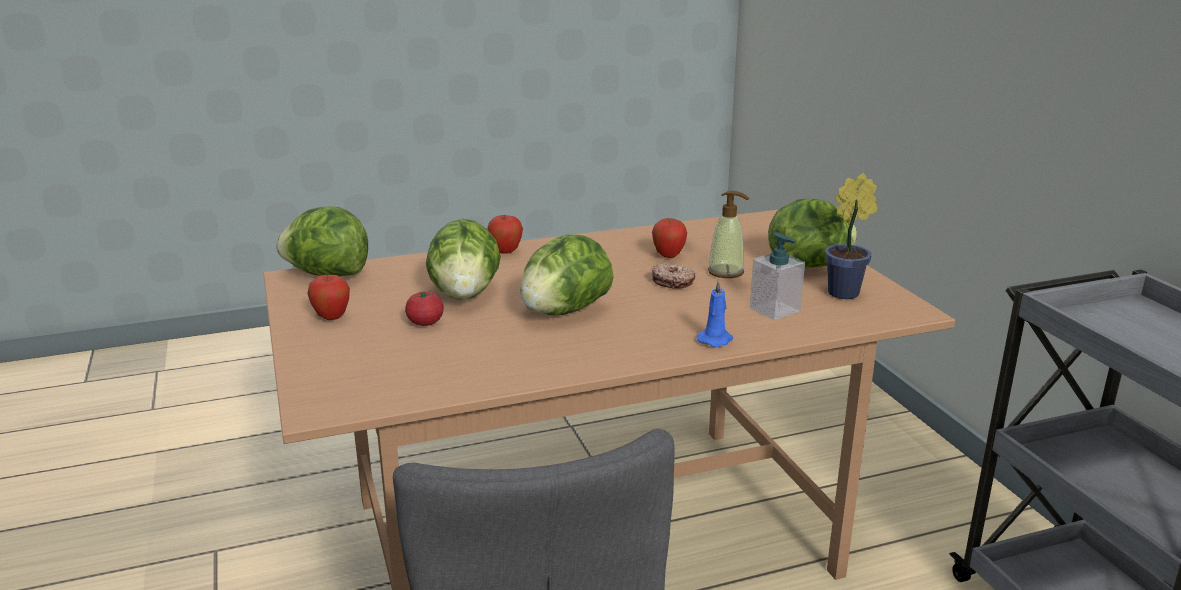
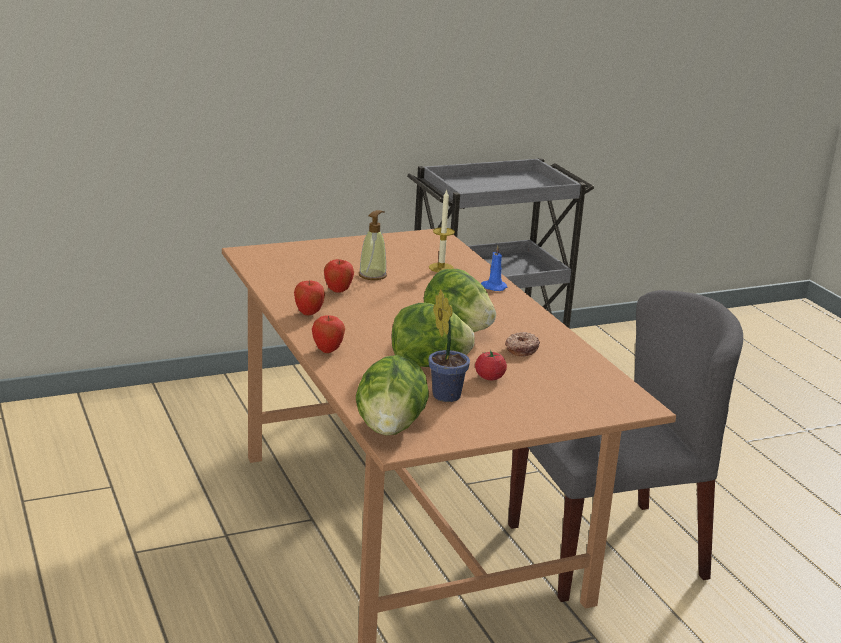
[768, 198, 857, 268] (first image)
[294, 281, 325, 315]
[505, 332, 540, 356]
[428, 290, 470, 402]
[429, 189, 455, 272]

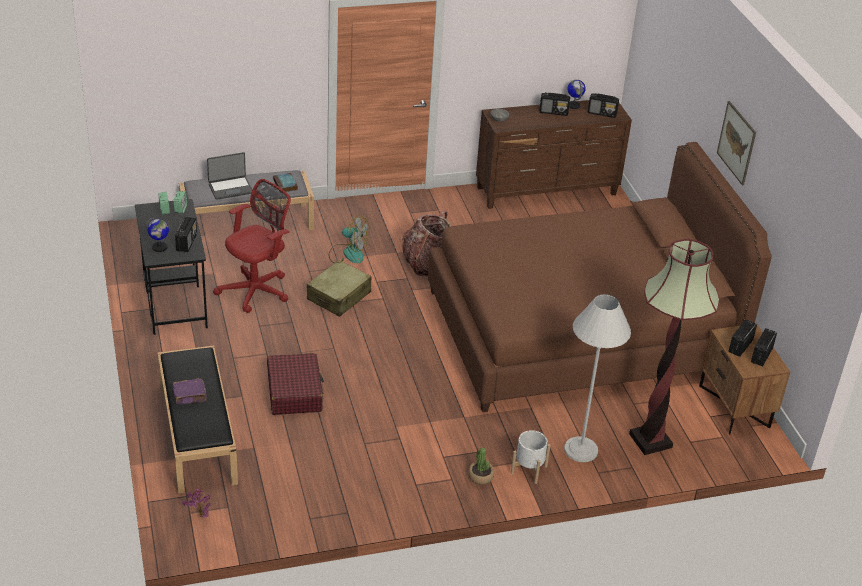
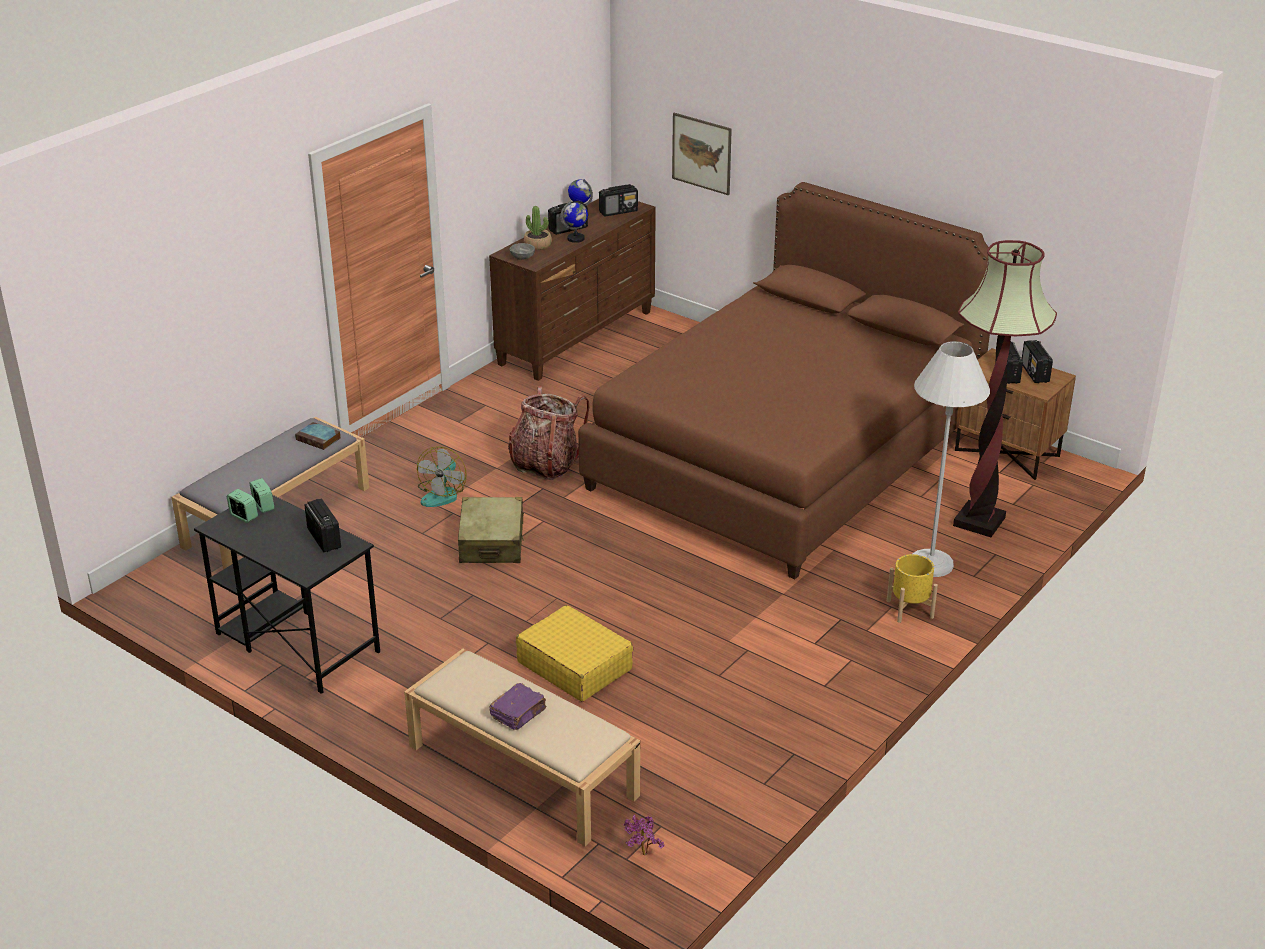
[207, 152, 253, 200] (first image)
[213, 179, 291, 313] (first image)
[560, 201, 588, 243]
[524, 206, 552, 250]
[672, 113, 732, 195]
[404, 649, 640, 846]
[516, 605, 633, 701]
[887, 554, 938, 623]
[417, 446, 467, 507]

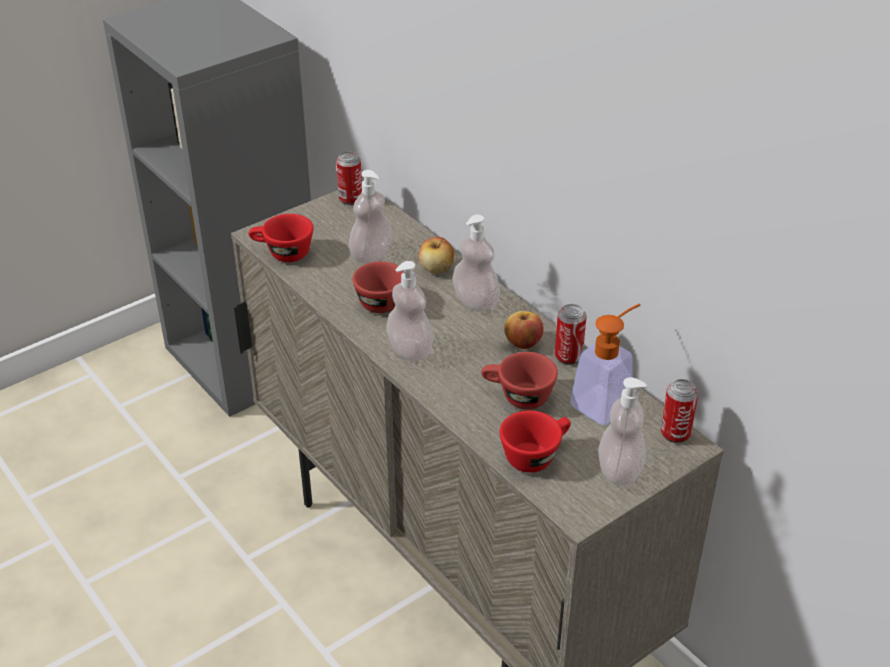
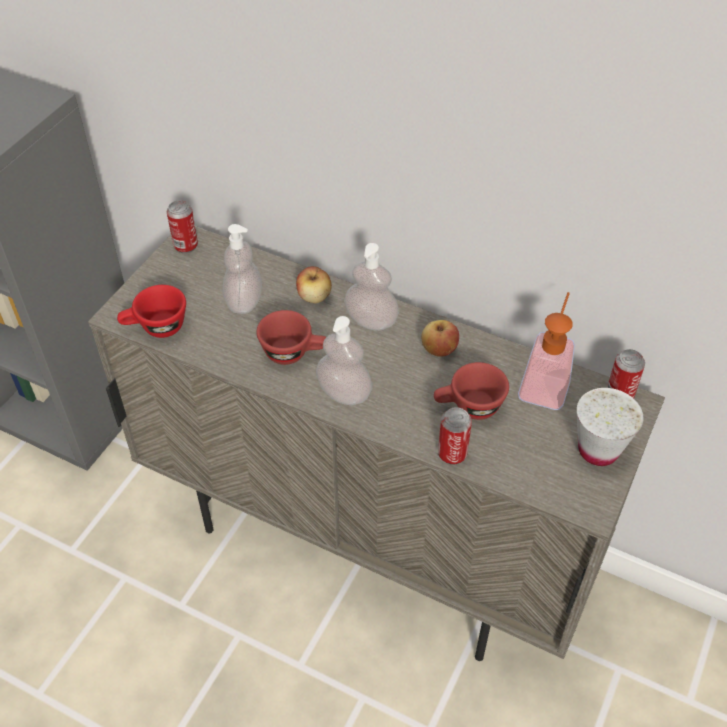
[500, 411, 571, 473] (first image)
[438, 407, 472, 465]
[577, 388, 643, 466]

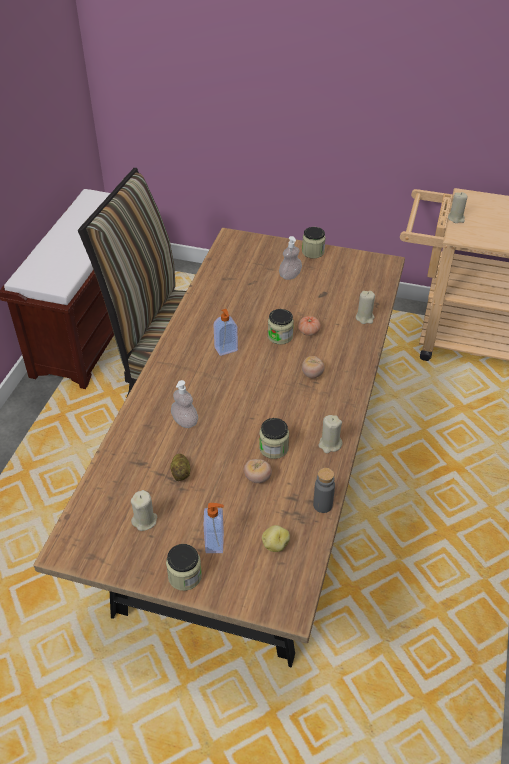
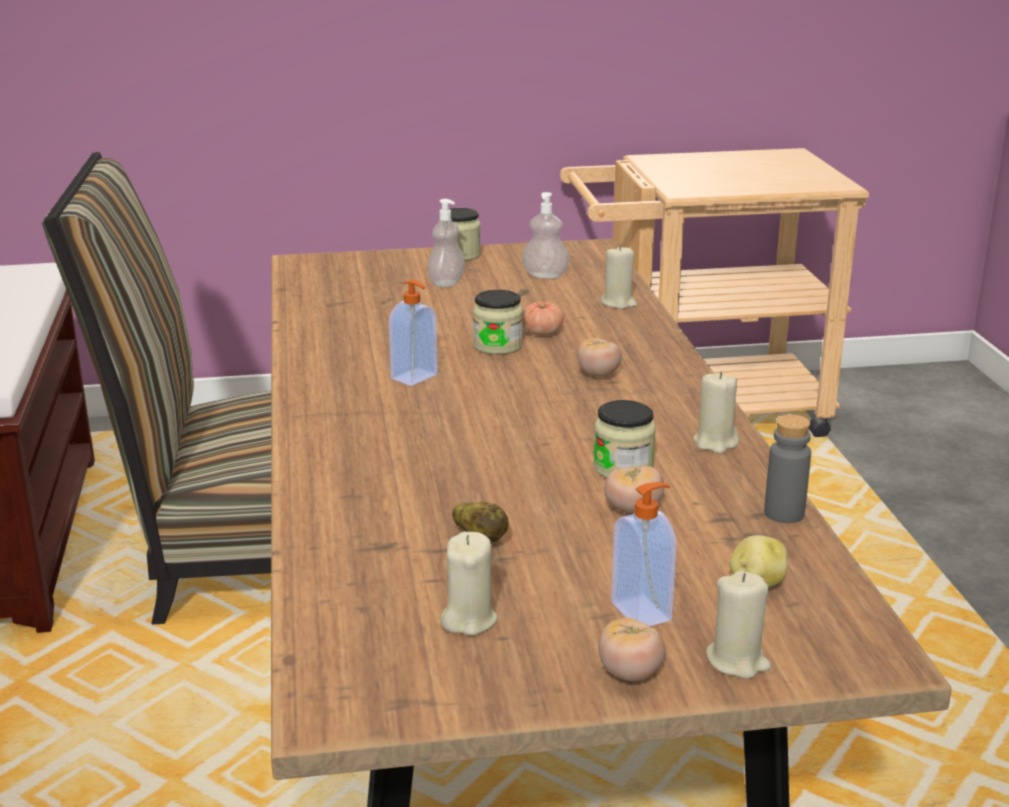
[522, 192, 570, 279]
[706, 571, 771, 679]
[598, 617, 665, 681]

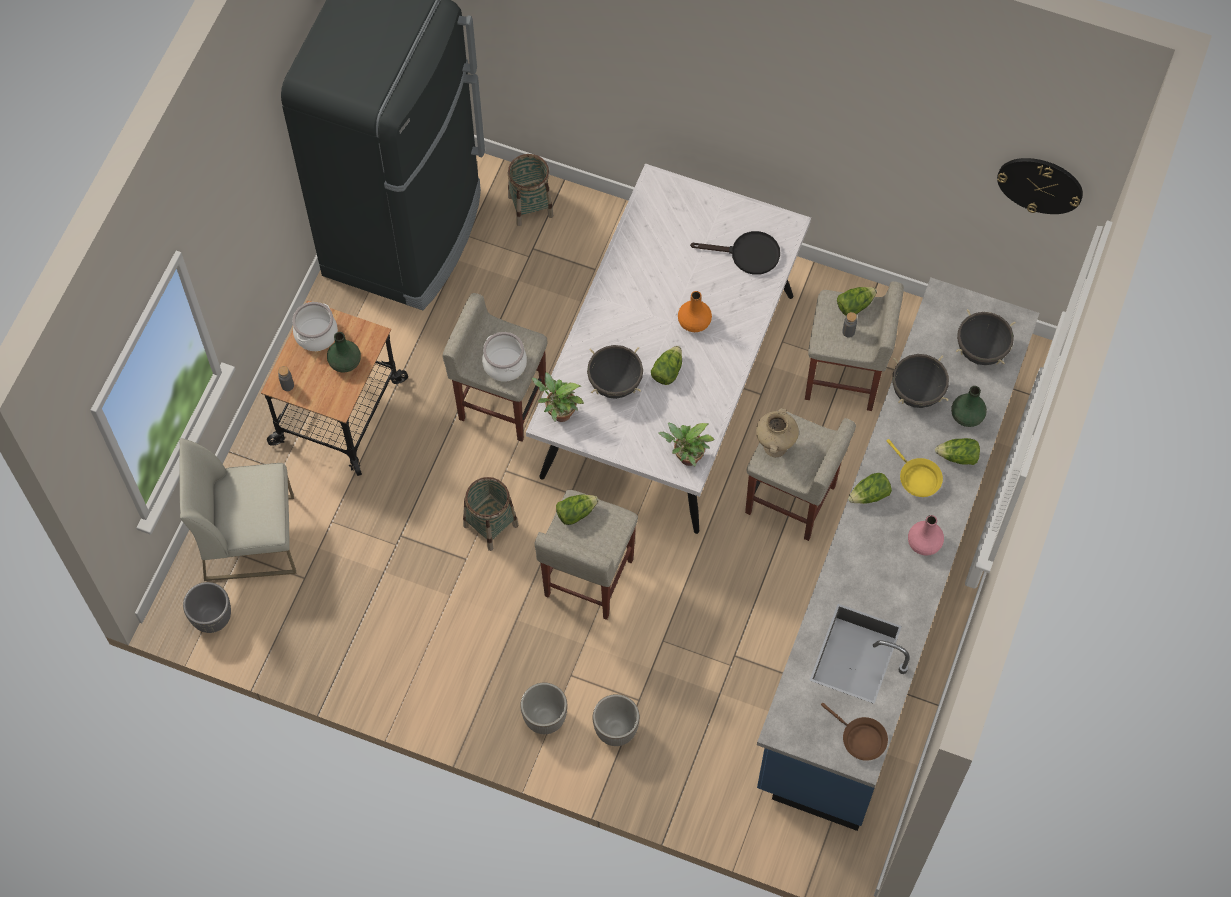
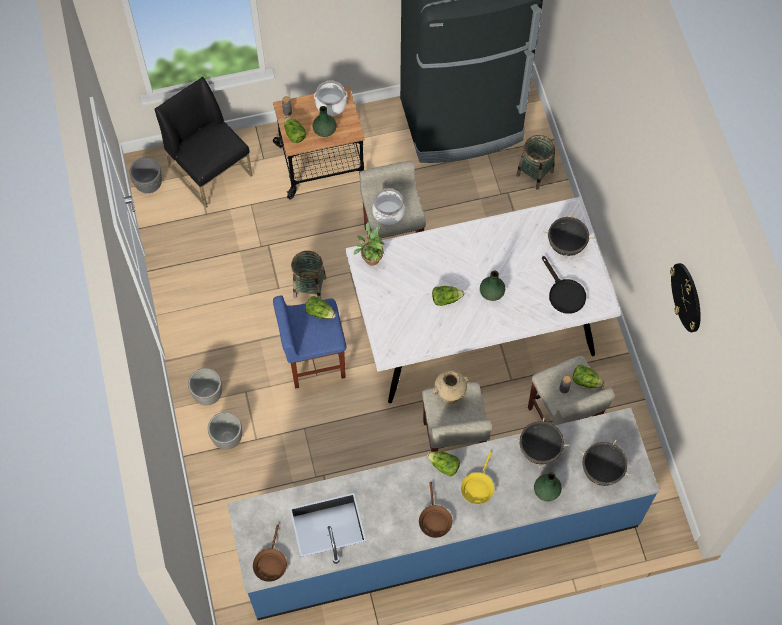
[658, 423, 715, 466] (first image)
[543, 213, 594, 258]
[284, 117, 306, 143]
[670, 263, 701, 332]
[419, 482, 452, 538]
[155, 77, 253, 208]
[273, 295, 346, 389]
[480, 271, 505, 301]

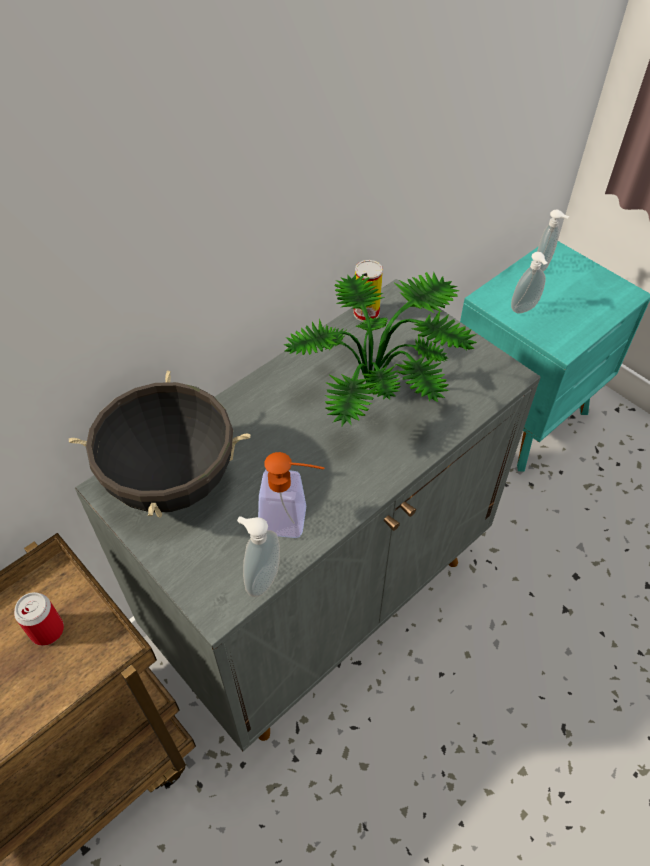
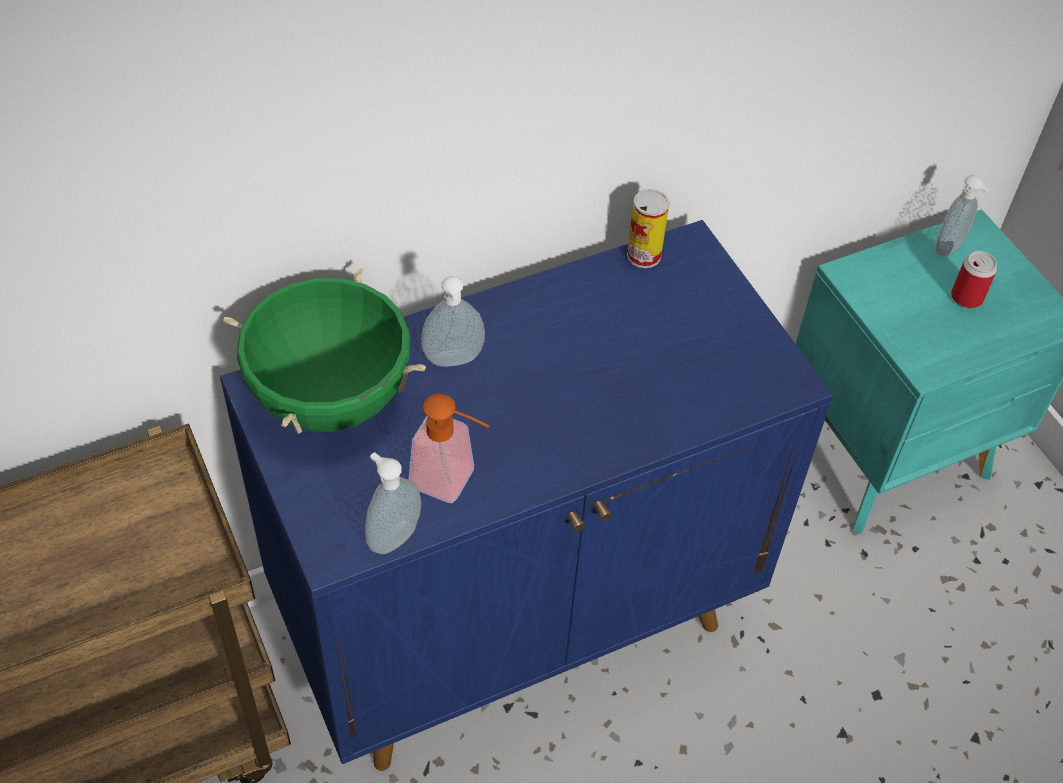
[283, 272, 477, 426] (first image)
[951, 251, 997, 308]
[421, 276, 485, 367]
[223, 267, 426, 434]
[220, 220, 833, 771]

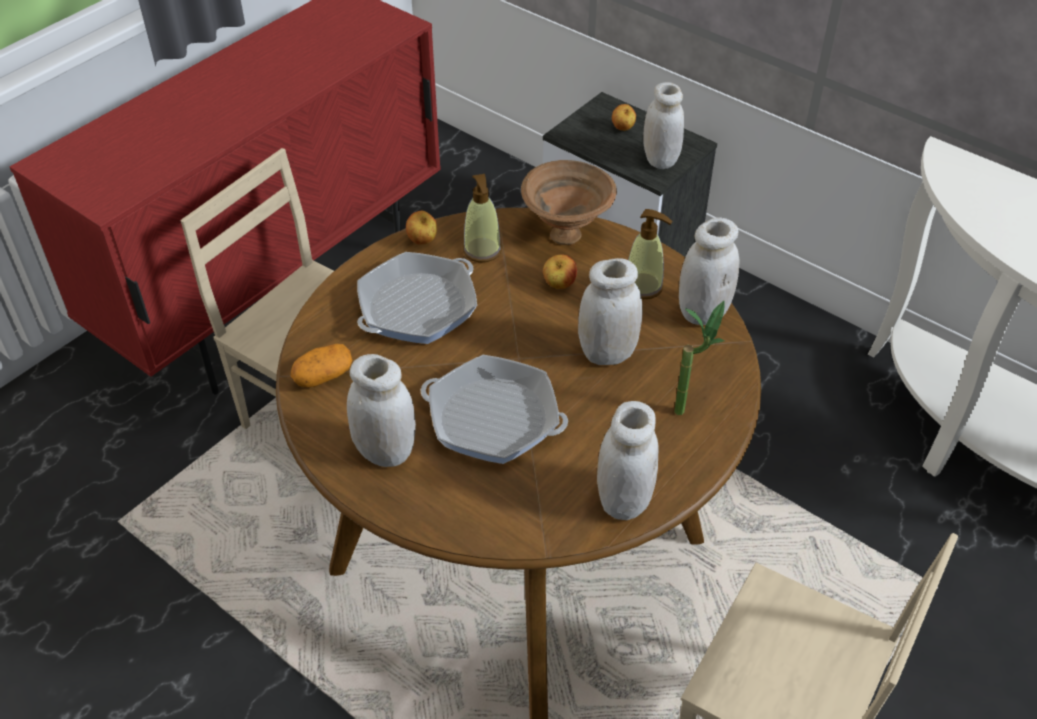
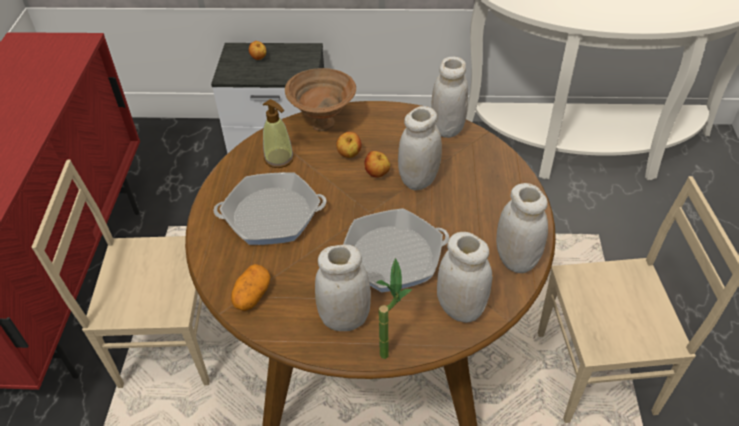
[628, 209, 673, 299] (first image)
[364, 151, 390, 178]
[437, 232, 492, 323]
[376, 258, 412, 359]
[214, 172, 327, 245]

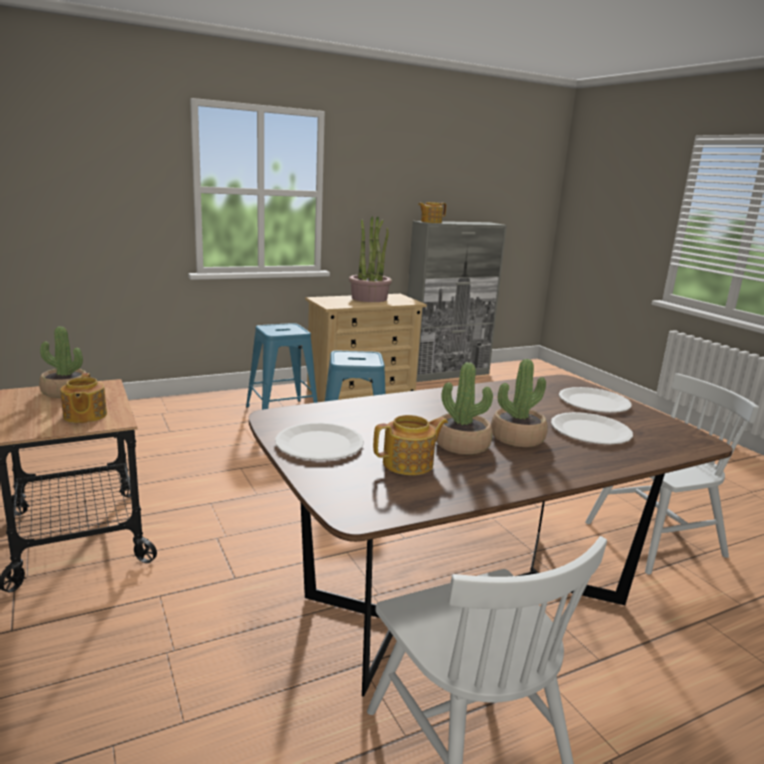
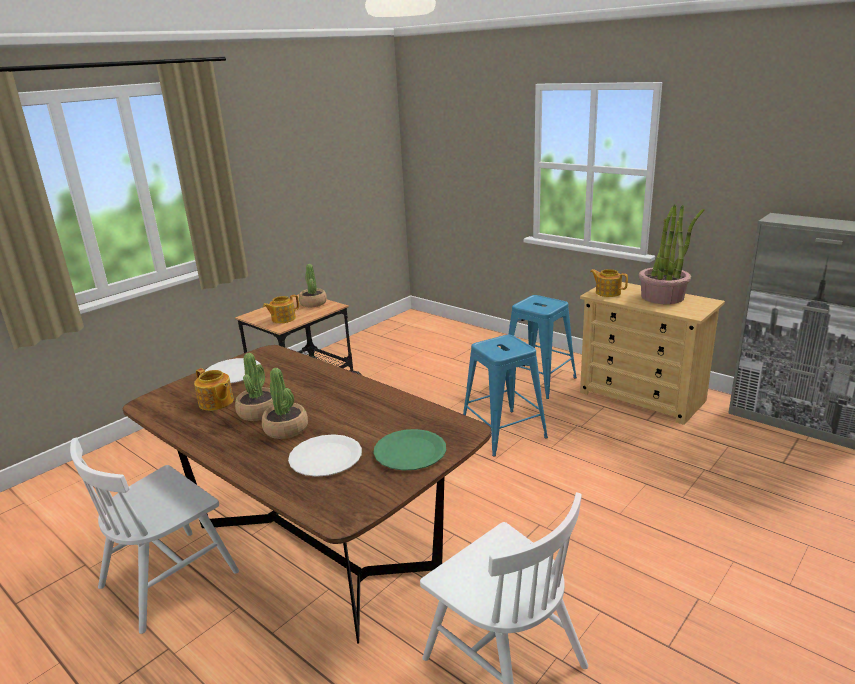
[590, 269, 628, 297]
[374, 429, 446, 471]

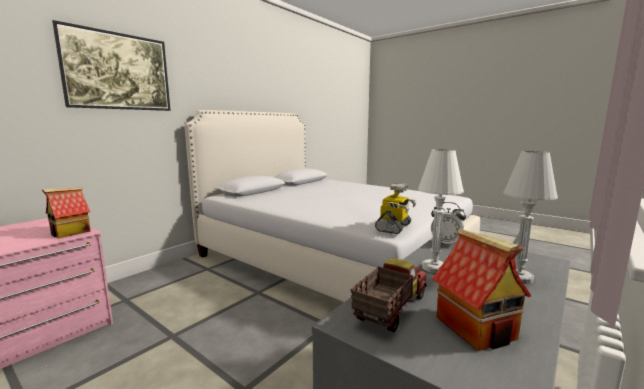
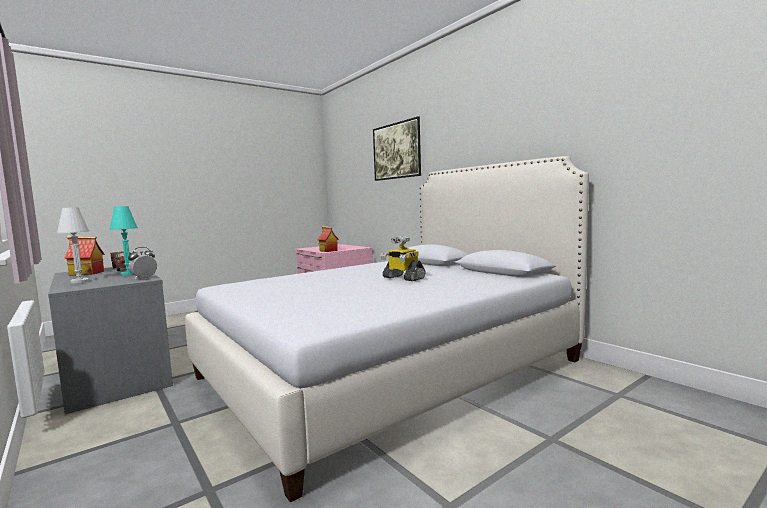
[380, 236, 426, 281]
[110, 206, 138, 276]

